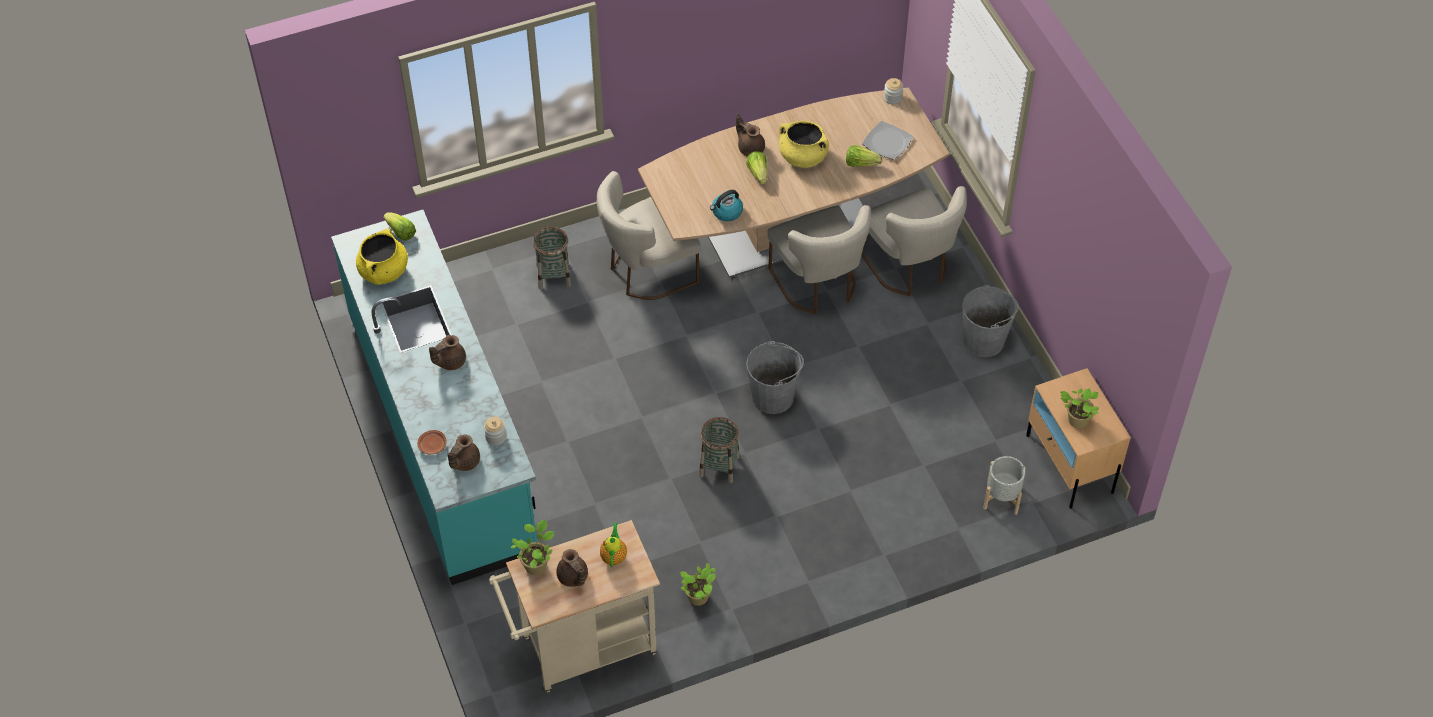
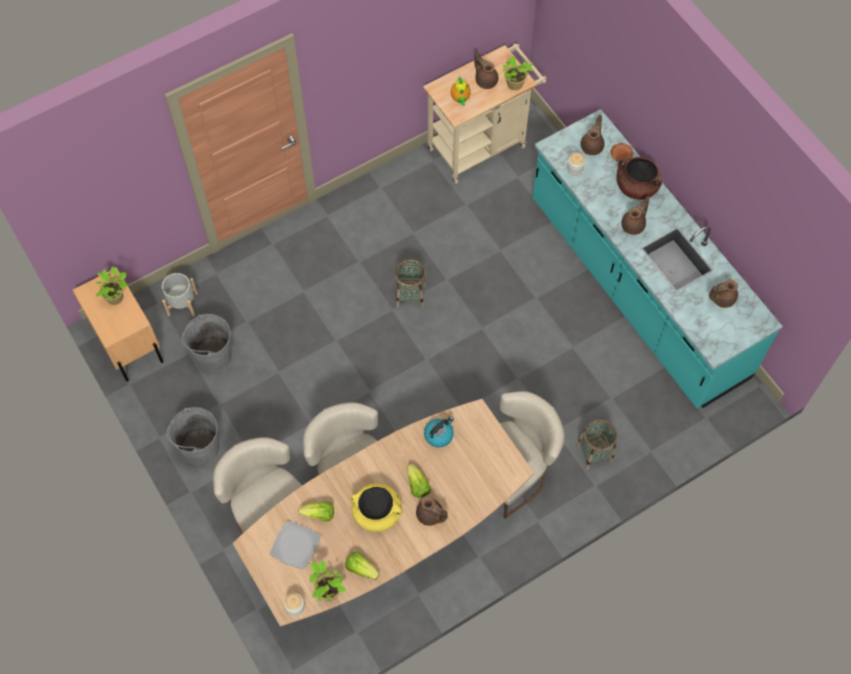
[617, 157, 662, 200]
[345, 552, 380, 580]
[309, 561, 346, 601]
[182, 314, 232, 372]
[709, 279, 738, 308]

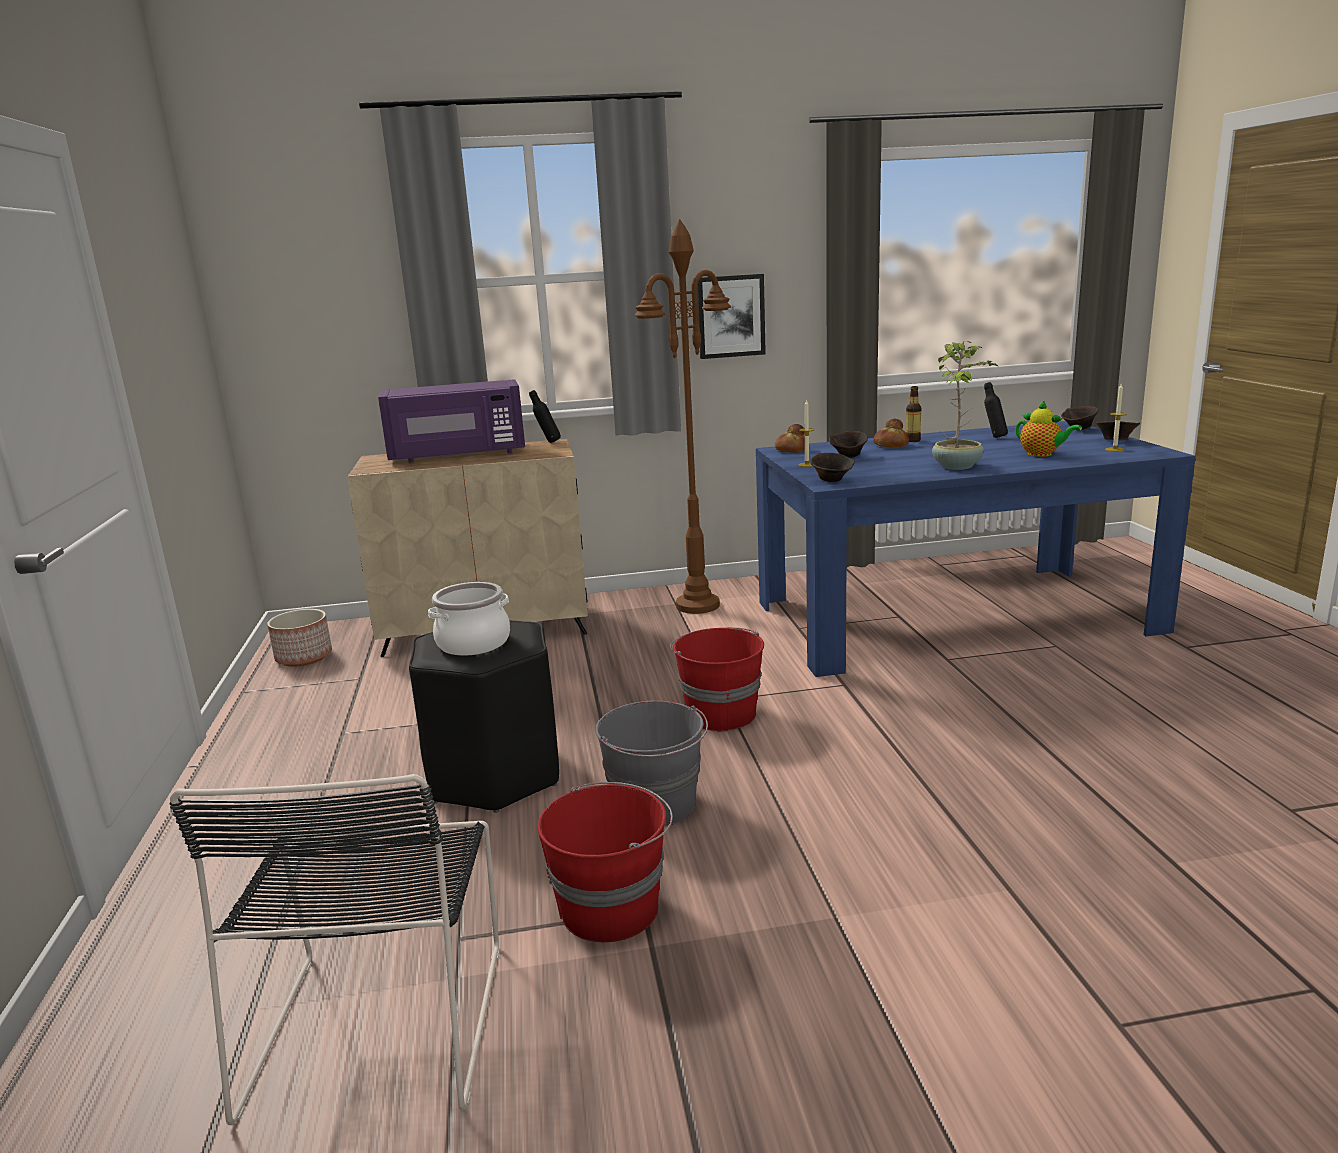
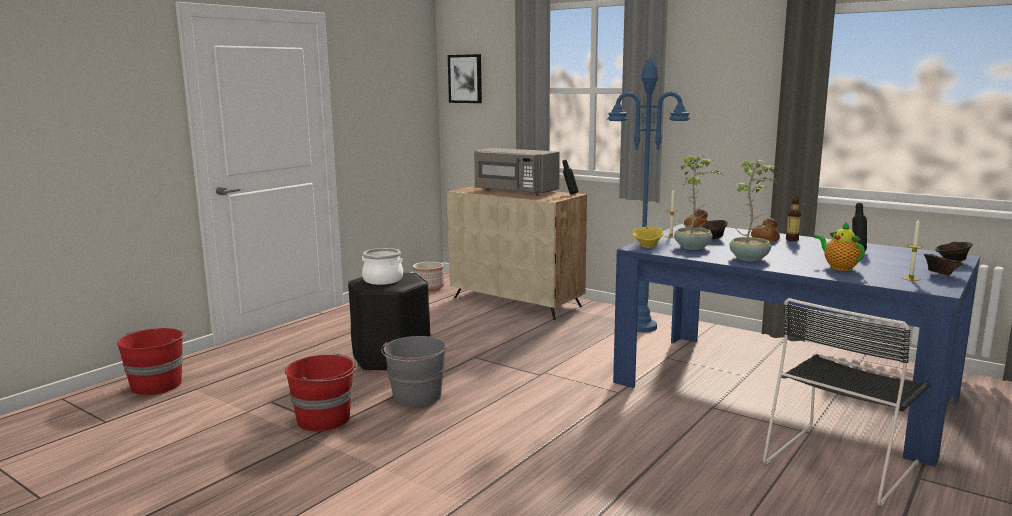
[674, 155, 723, 250]
[763, 298, 930, 506]
[117, 328, 186, 395]
[448, 54, 482, 103]
[474, 148, 560, 195]
[607, 56, 690, 332]
[632, 226, 664, 248]
[814, 222, 865, 271]

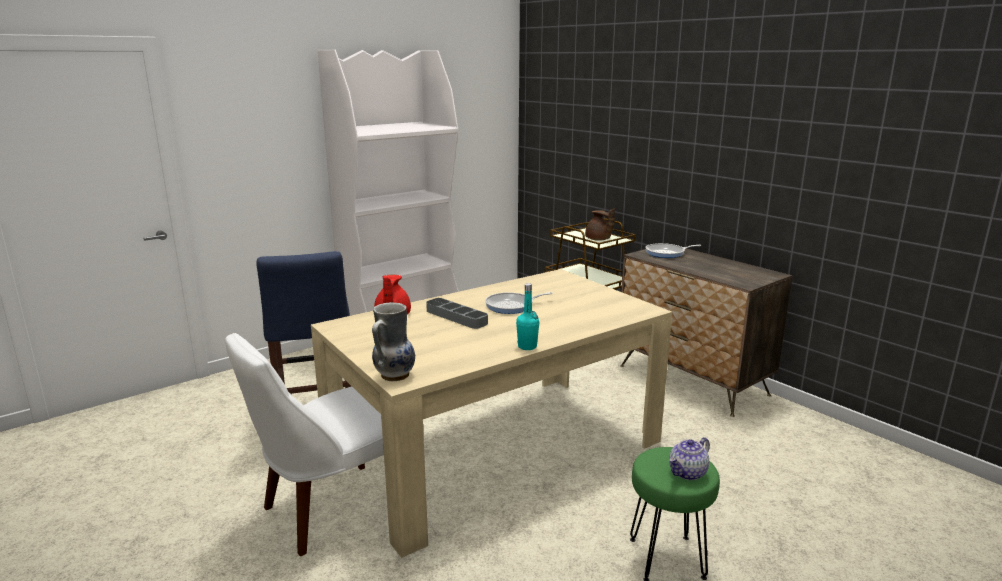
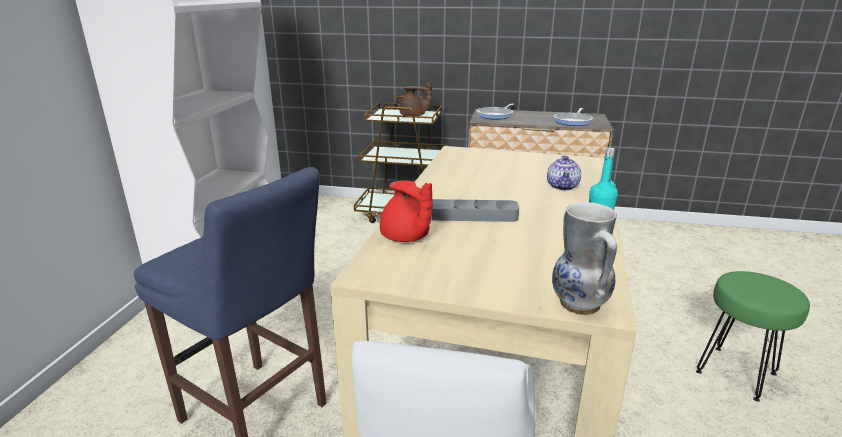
[554, 108, 593, 126]
[547, 155, 581, 191]

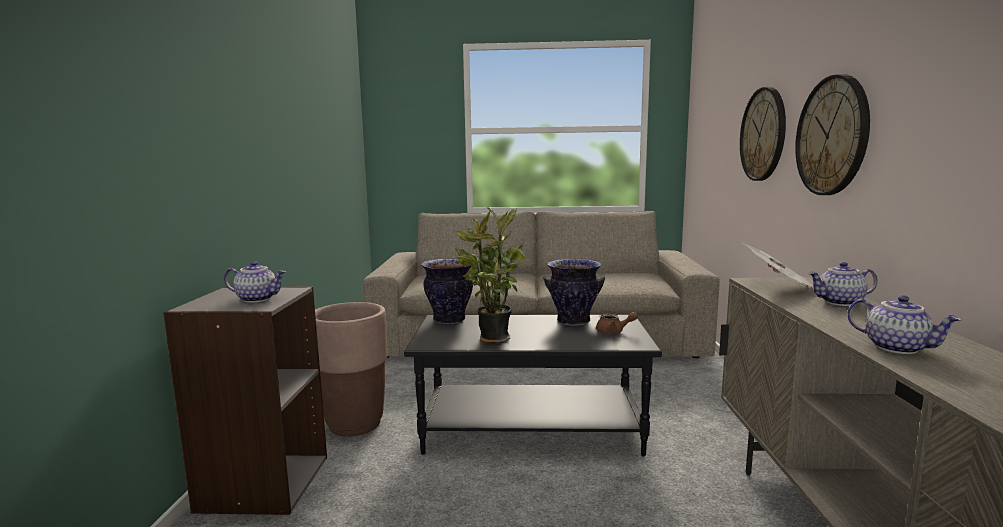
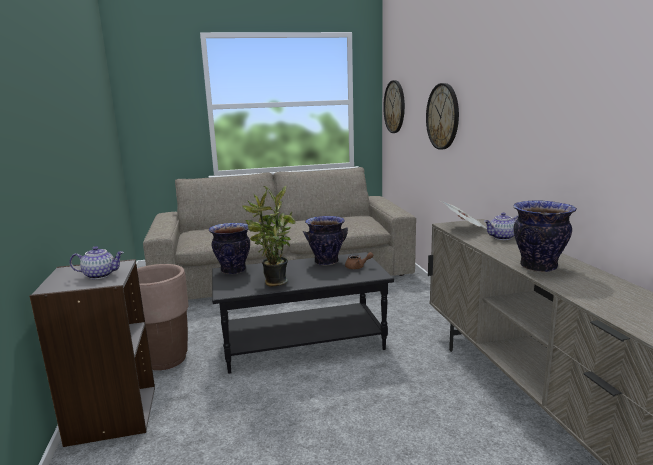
[383, 80, 405, 133]
[513, 200, 577, 272]

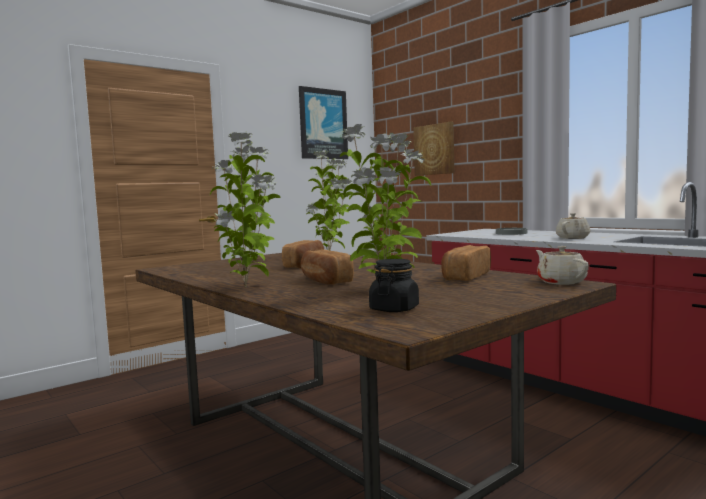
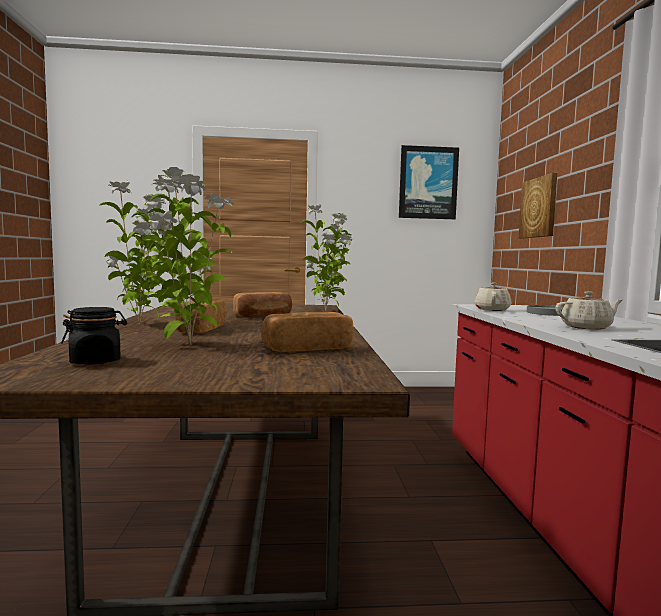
[474, 282, 511, 311]

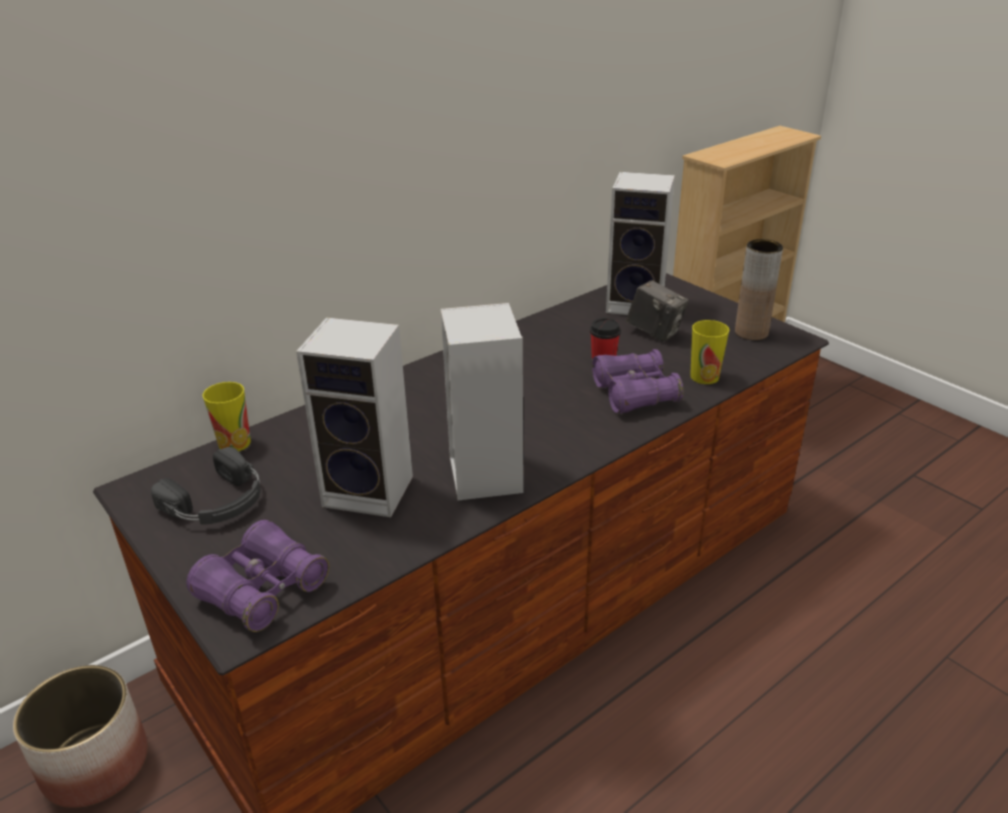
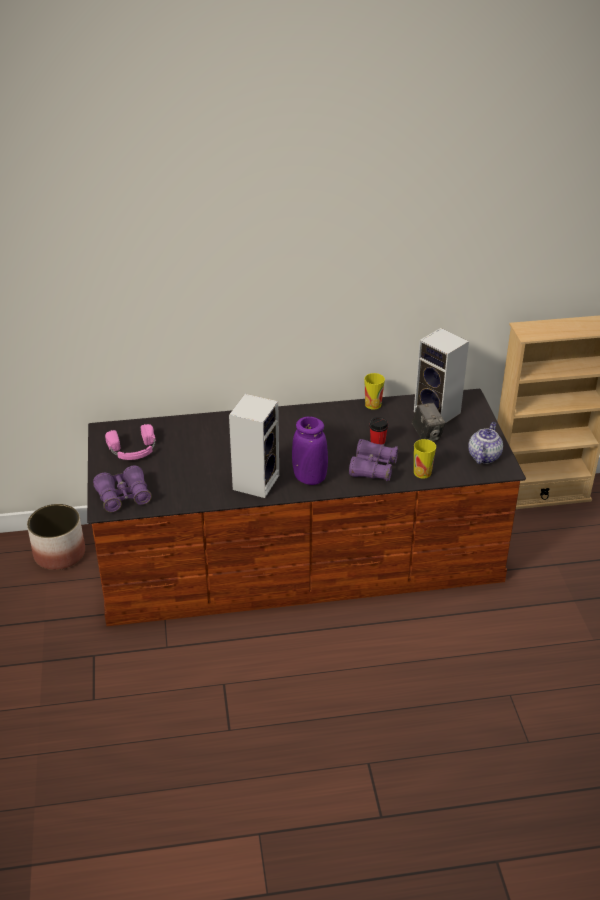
[296, 317, 413, 517] (first image)
[292, 416, 328, 485]
[364, 373, 385, 410]
[468, 422, 503, 464]
[105, 424, 156, 460]

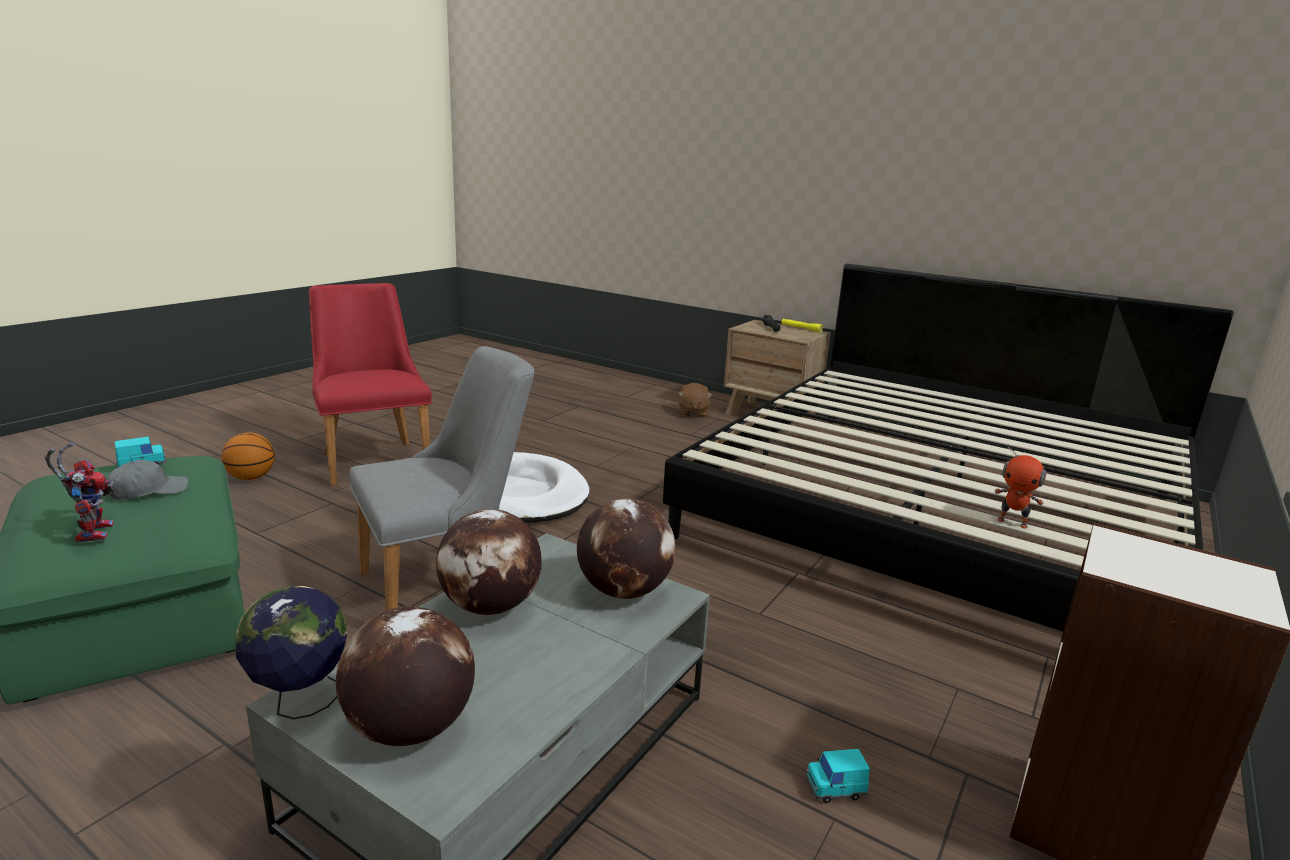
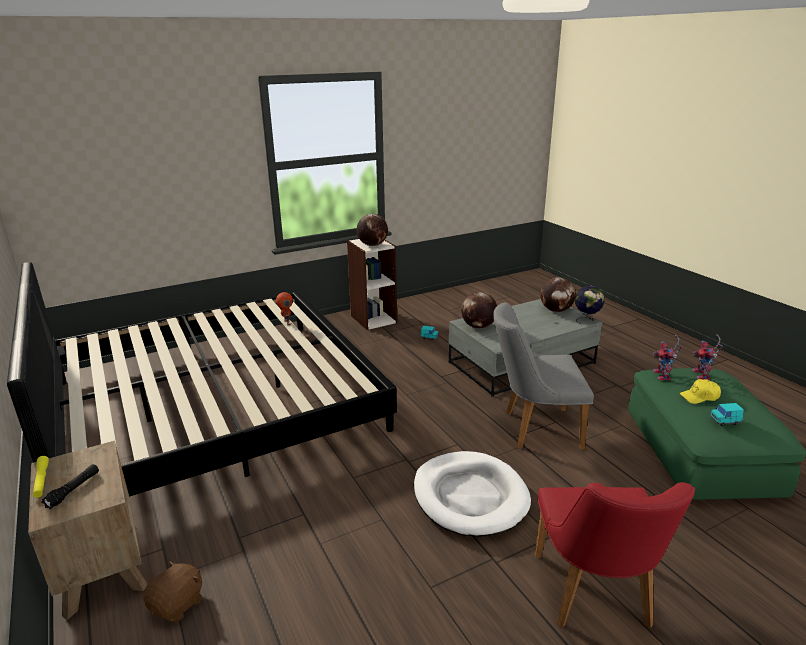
[221, 432, 275, 480] (first image)
[653, 335, 682, 380]
[357, 214, 388, 246]
[680, 379, 721, 404]

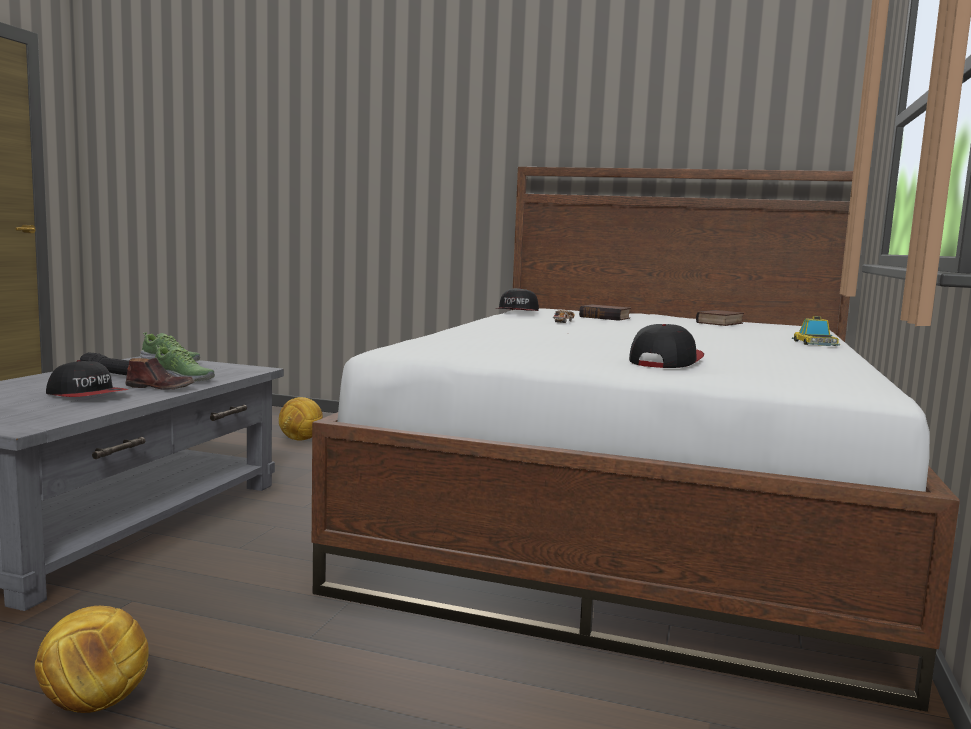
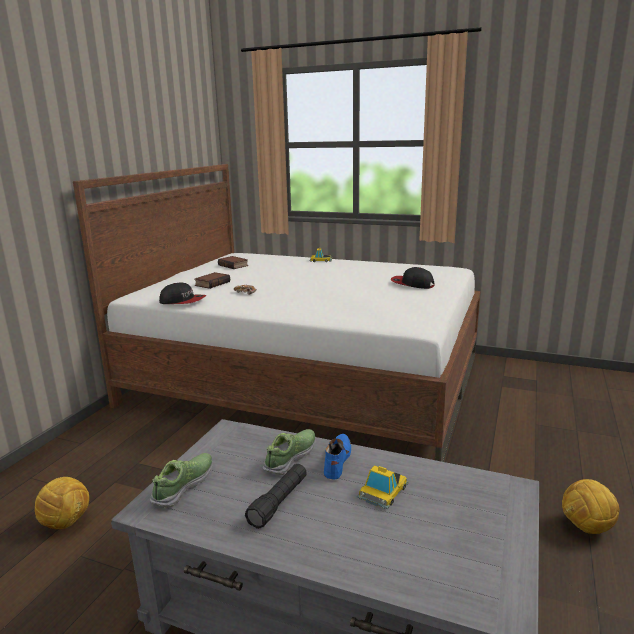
[357, 465, 409, 509]
[324, 434, 351, 480]

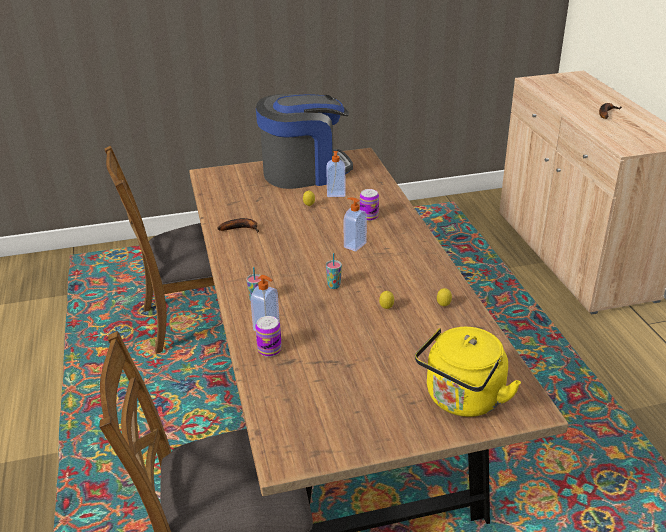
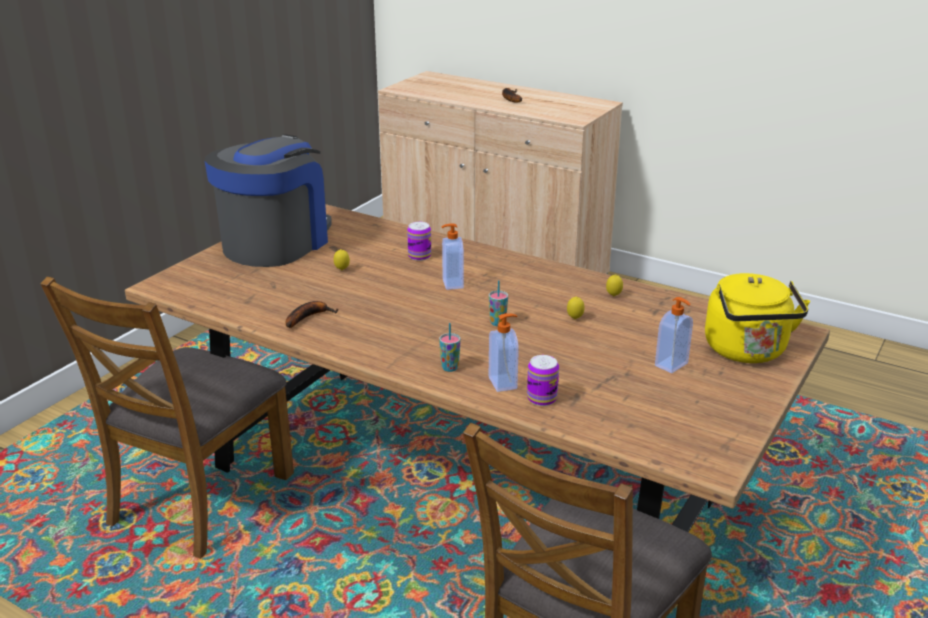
[655, 297, 693, 373]

